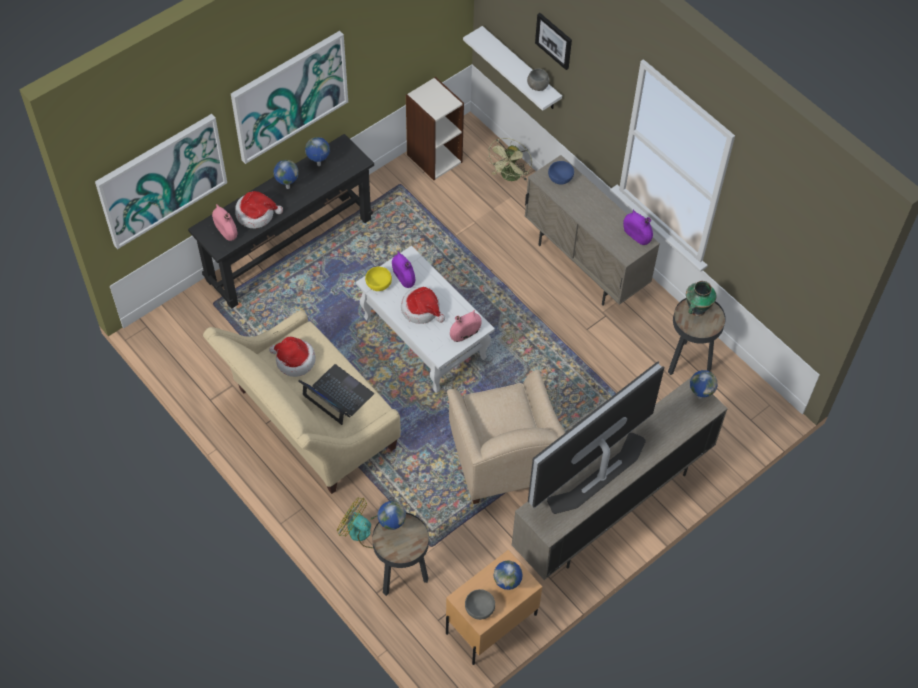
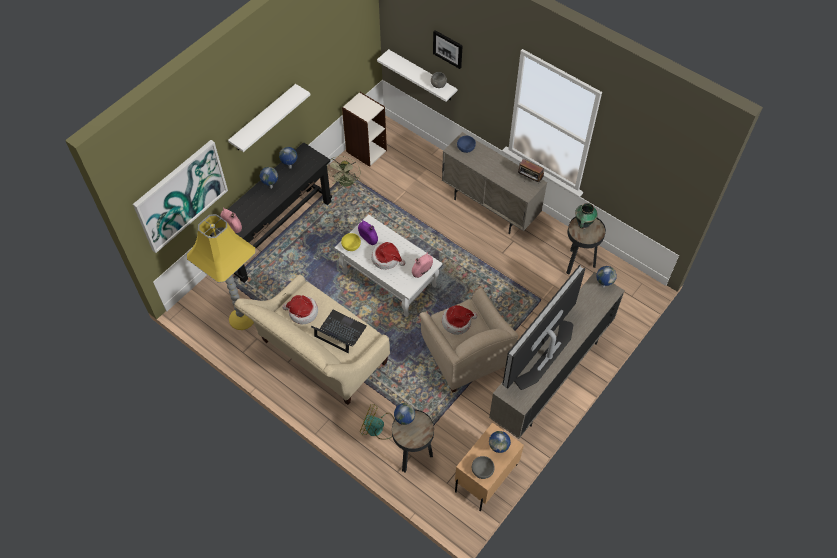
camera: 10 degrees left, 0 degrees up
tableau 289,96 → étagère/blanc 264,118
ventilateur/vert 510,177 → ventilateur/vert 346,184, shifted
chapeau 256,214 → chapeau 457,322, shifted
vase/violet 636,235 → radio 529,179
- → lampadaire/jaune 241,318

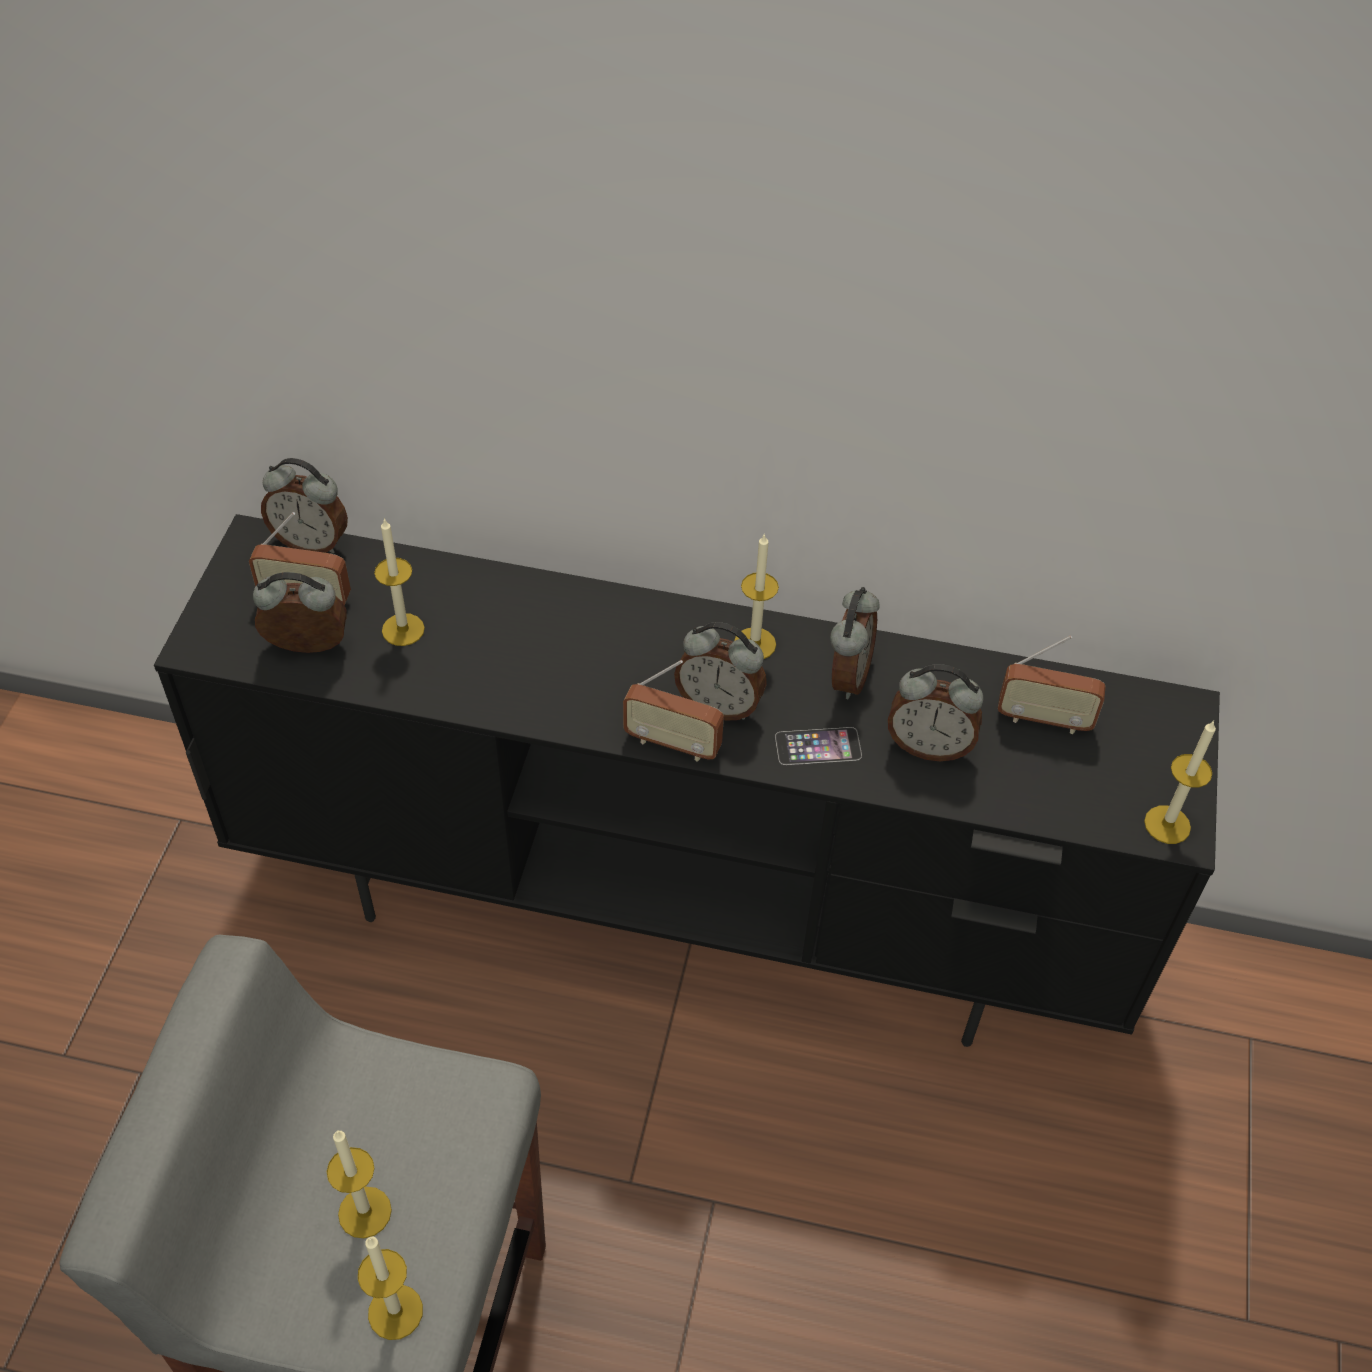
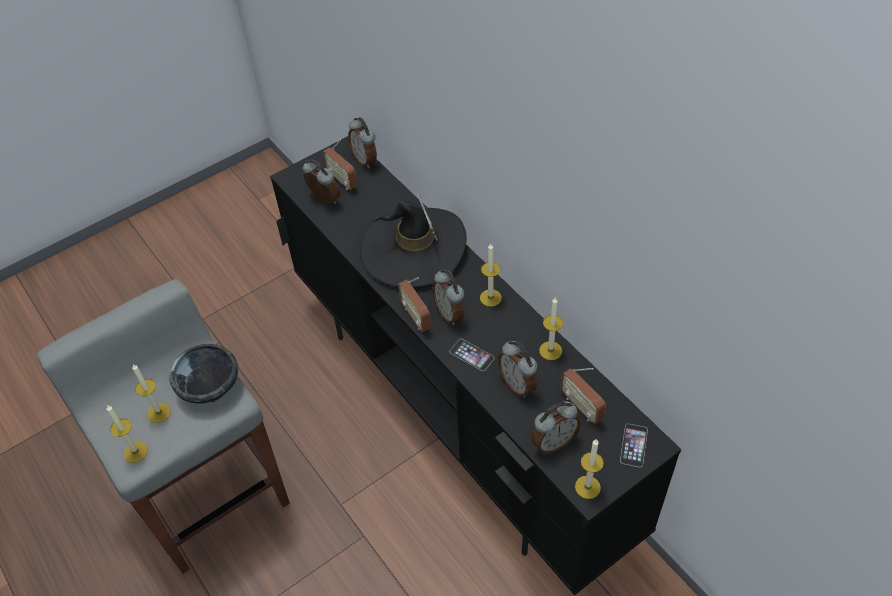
camera: 45 degrees right, 0 degrees up
bougie 403,629 → bougie 550,350, shifted
réveil 847,676 → réveil 553,442, shifted
- → chapeau/noir 413,249
- → bol/noir 209,386
- → téléphone 633,445

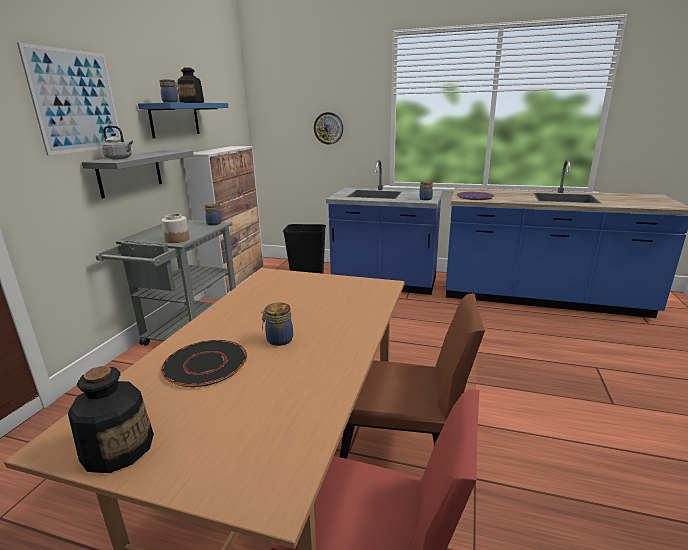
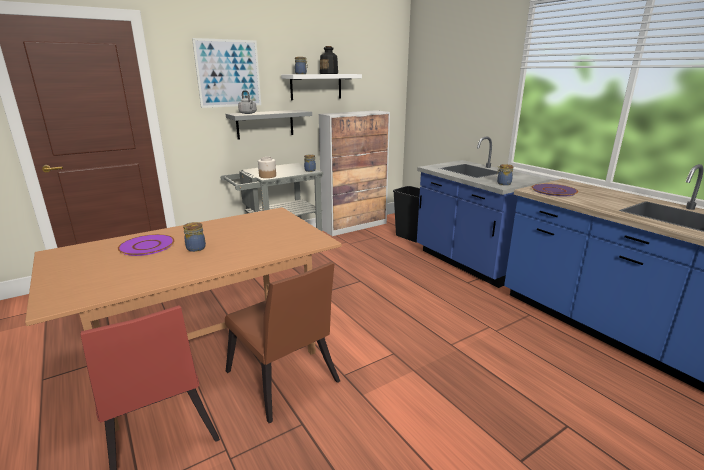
camera: 40 degrees right, 0 degrees up
étagère/bleu 174,119 → étagère/blanc 316,86
horloge murale 328,128 → -
assiette/noir 205,364 → assiette/violet 146,246
bouteille 118,448 → -

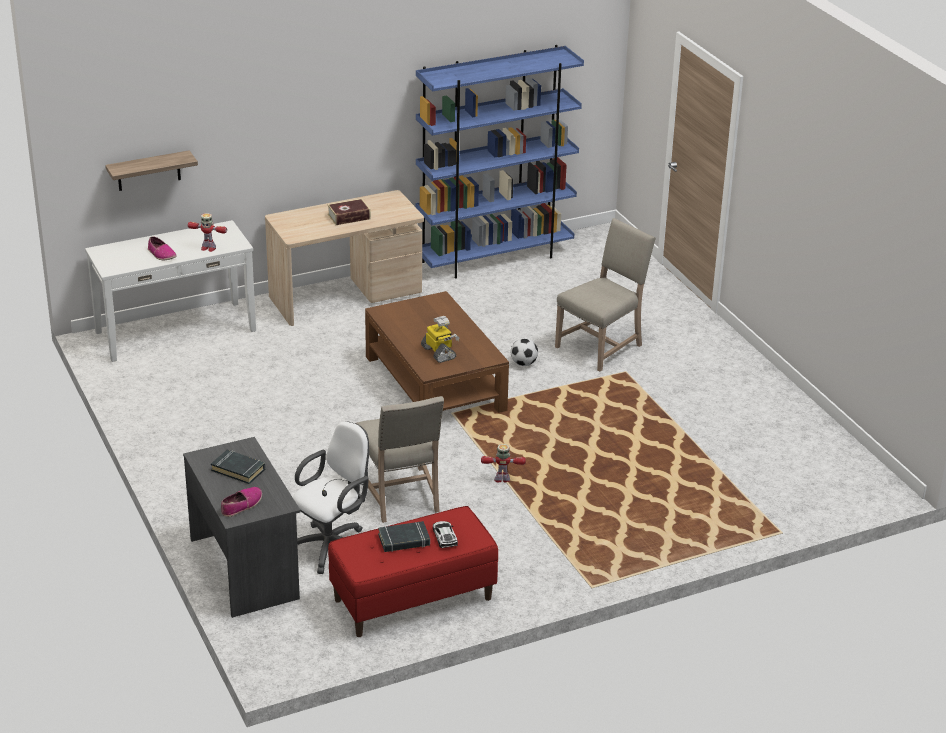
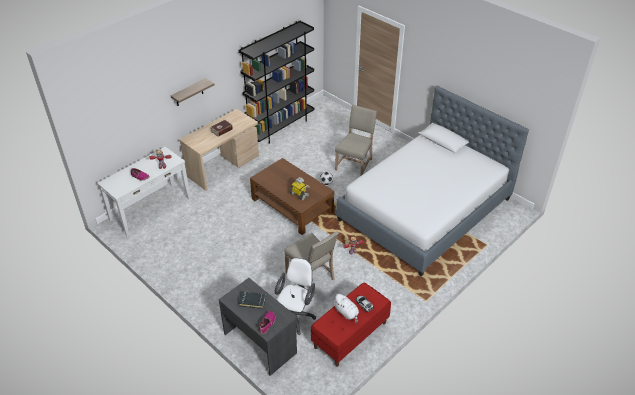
camera: 20 degrees left, 10 degrees up
bibliothèque/bleu 495,258 → bibliothèque/noir 281,127
étagère 148,171 → étagère 189,93, shifted
livre/noir 404,540 → peluche/blanc 346,313
- → lit 425,209

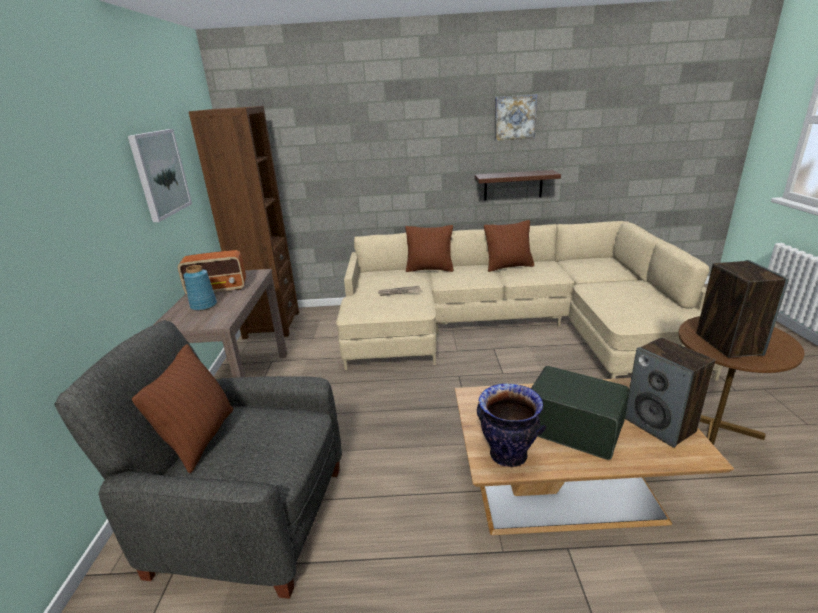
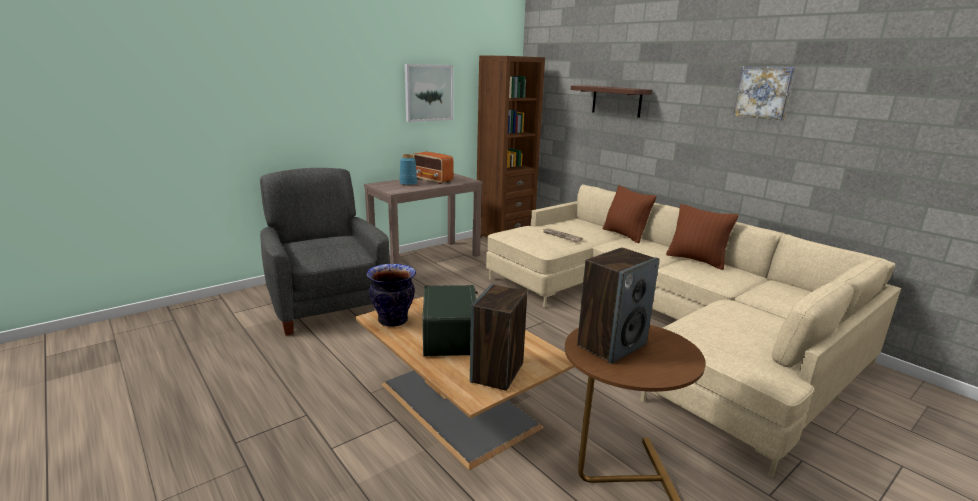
camera: 50 degrees right, 5 degrees down
étagère 513,185 → étagère 616,101, shifted
coussin/marron 201,439 → -

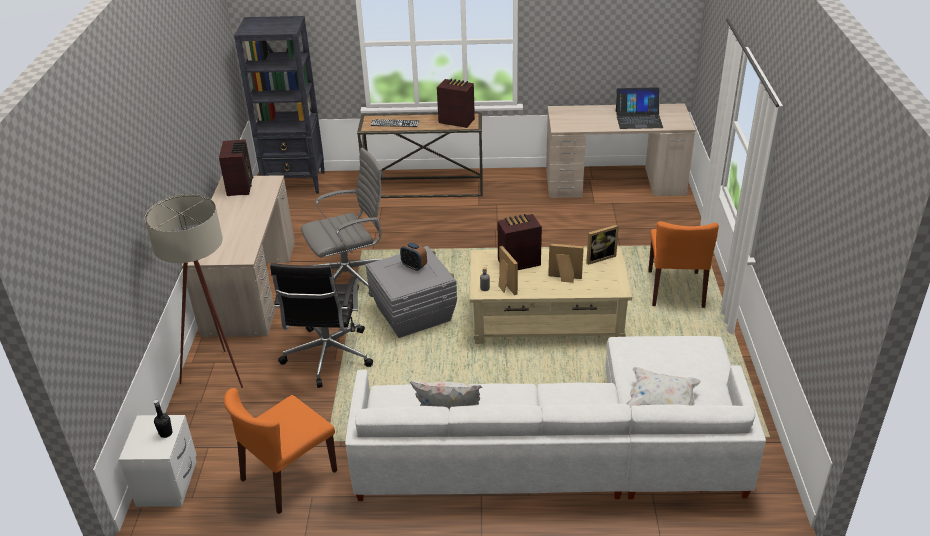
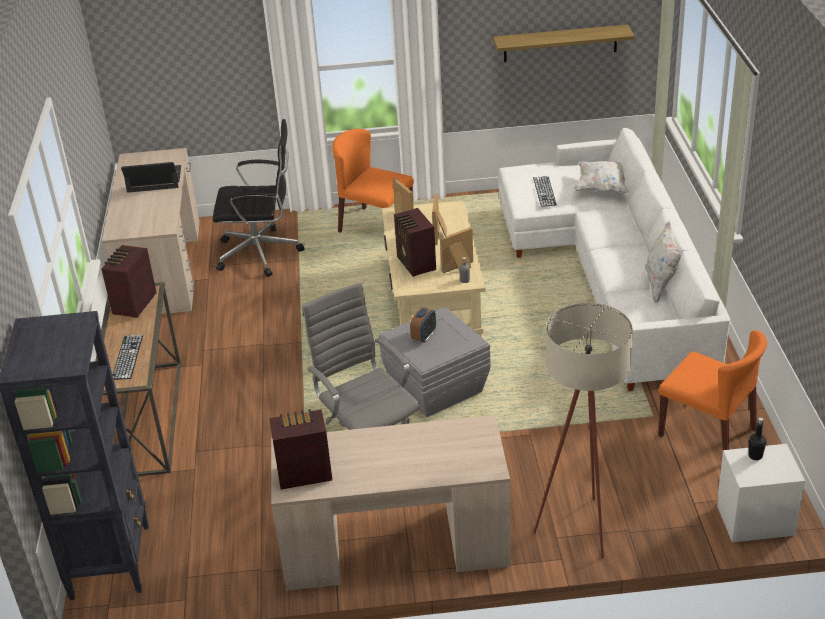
camera: 95 degrees left, 0 degrees up
ordinateur portable 638,119 → ordinateur portable 154,179, 90 degrees counterclockwise
chaise/orange 676,289 → chaise/orange 375,226, 150 degrees counterclockwise
chaise de bureau/noir 327,357 → chaise de bureau/noir 261,253, shifted
- → étagère 560,43
- → clavier 544,191

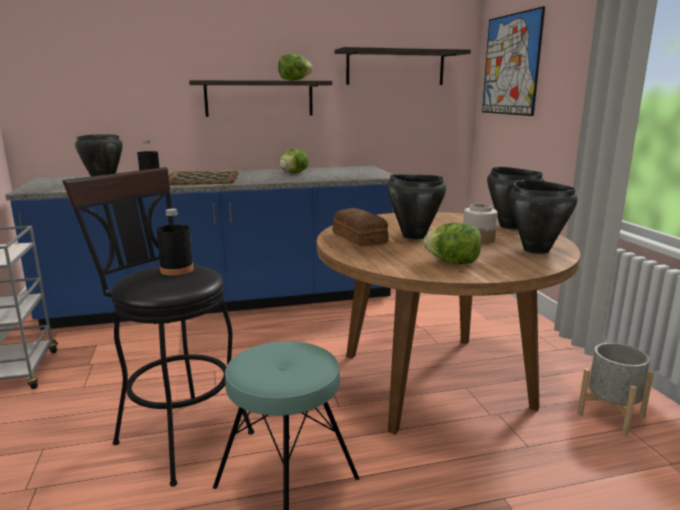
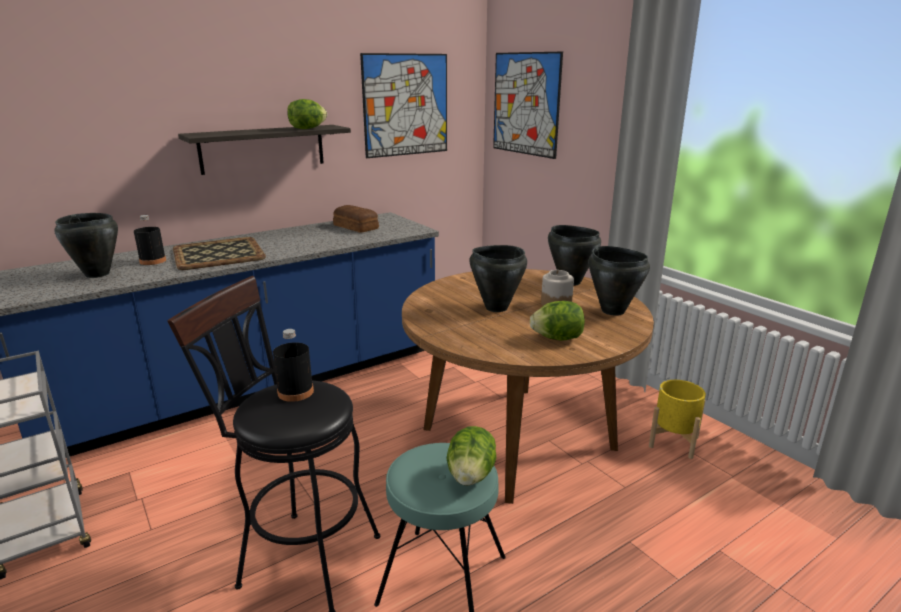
camera: 20 degrees left, 5 degrees up
étagère 395,68 → tableau 406,105
laitue 293,173 → laitue 471,476, shifted
pain 360,237 → pain 356,226, shifted
cache-pot/gris 610,415 → cache-pot/jaune 673,442

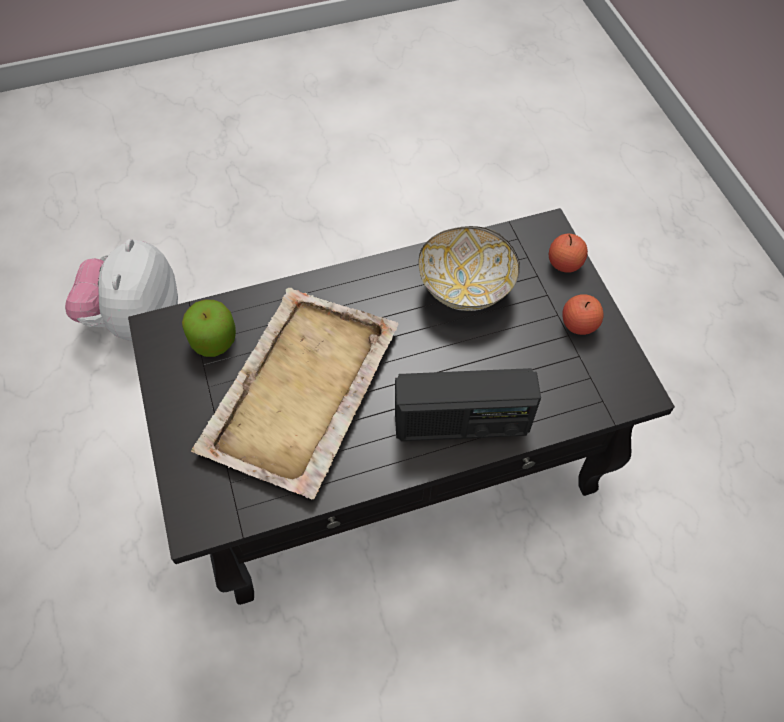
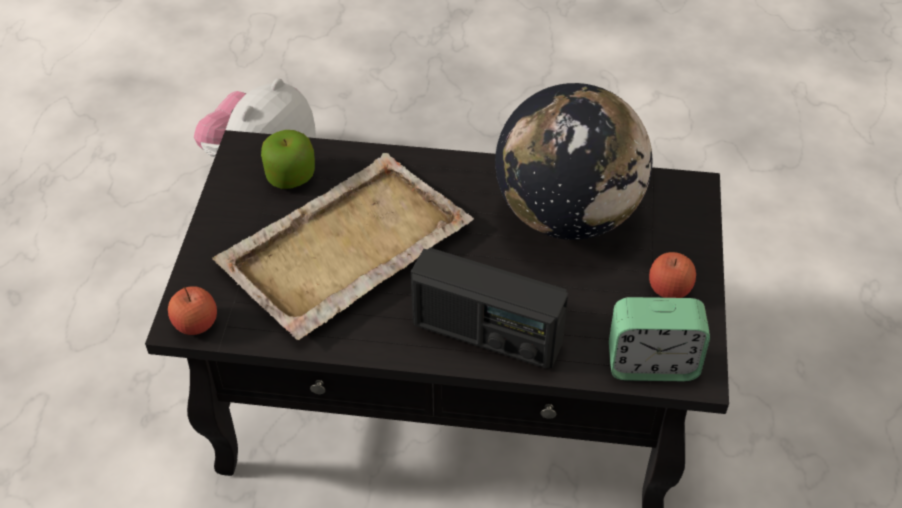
camera: 25 degrees right, 10 degrees down
bol 466,289 → globe 567,215
pomme 564,264 → pomme 196,324, shifted
- → réveil 652,364

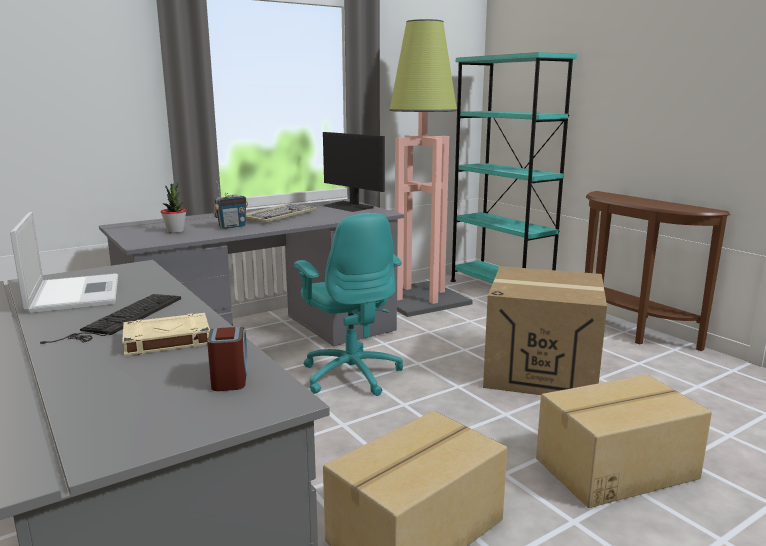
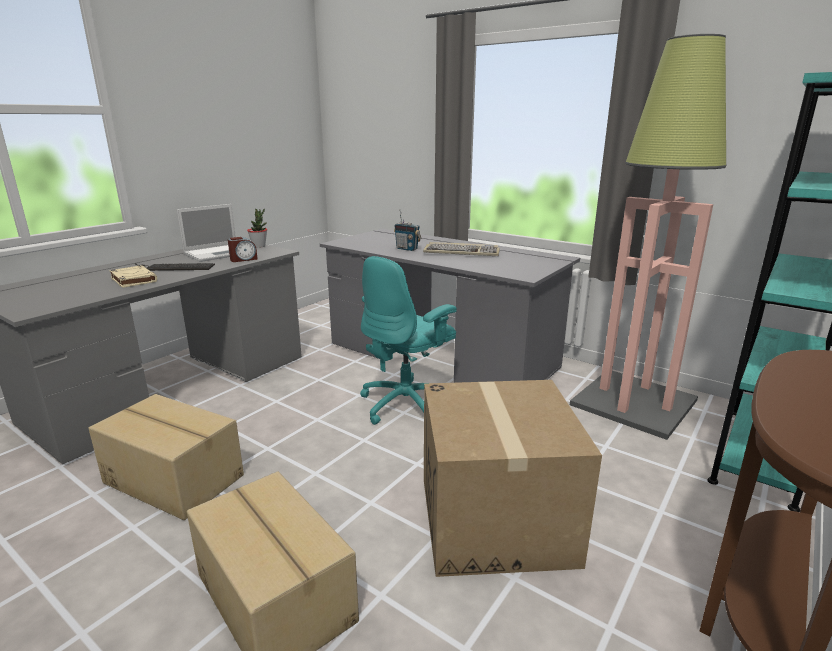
camera: 70 degrees right, 5 degrees up
écran d'ordinateur 349,206 → -
plante en pot 175,231 → plante en pot 259,246, shifted
réveil 230,377 → réveil 243,259, shifted

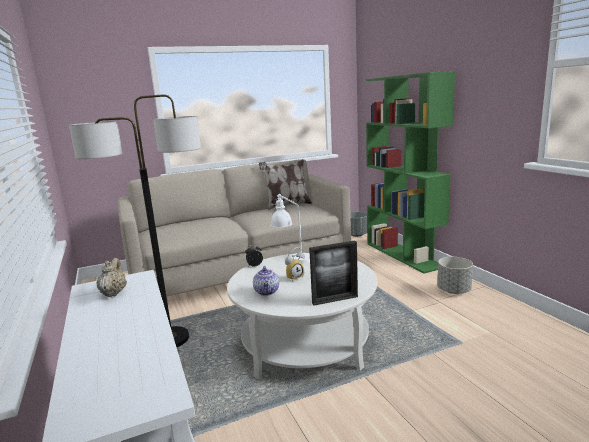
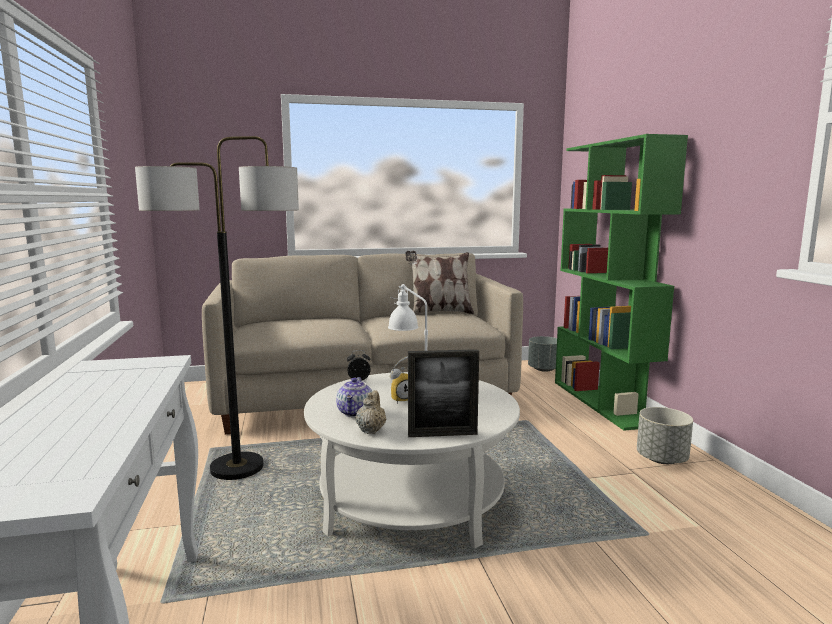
camera: 10 degrees right, 5 degrees down
théière/beige 114,293 → théière/beige 371,430, shifted

